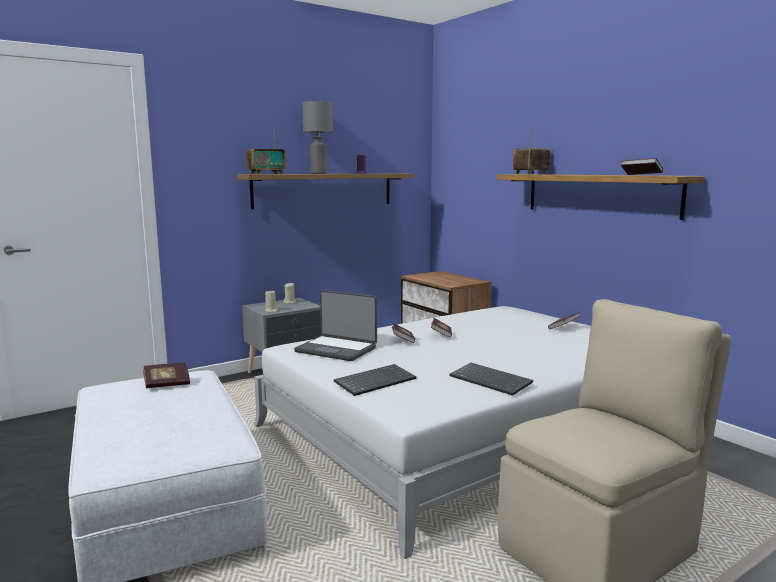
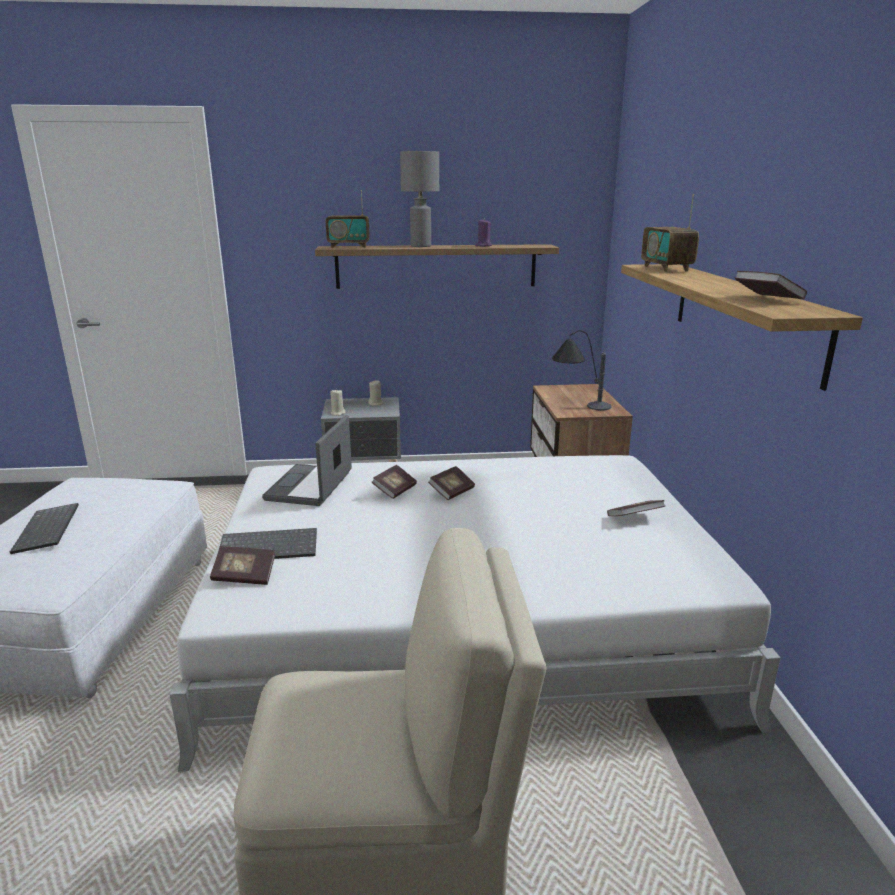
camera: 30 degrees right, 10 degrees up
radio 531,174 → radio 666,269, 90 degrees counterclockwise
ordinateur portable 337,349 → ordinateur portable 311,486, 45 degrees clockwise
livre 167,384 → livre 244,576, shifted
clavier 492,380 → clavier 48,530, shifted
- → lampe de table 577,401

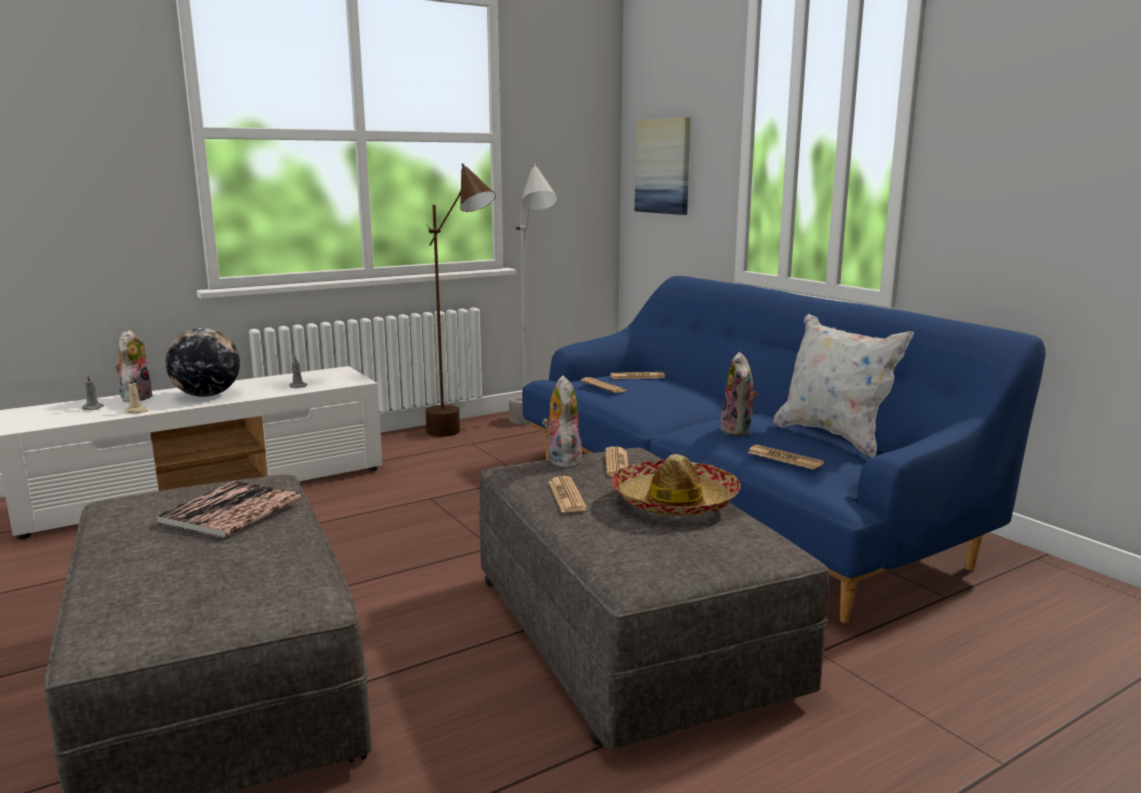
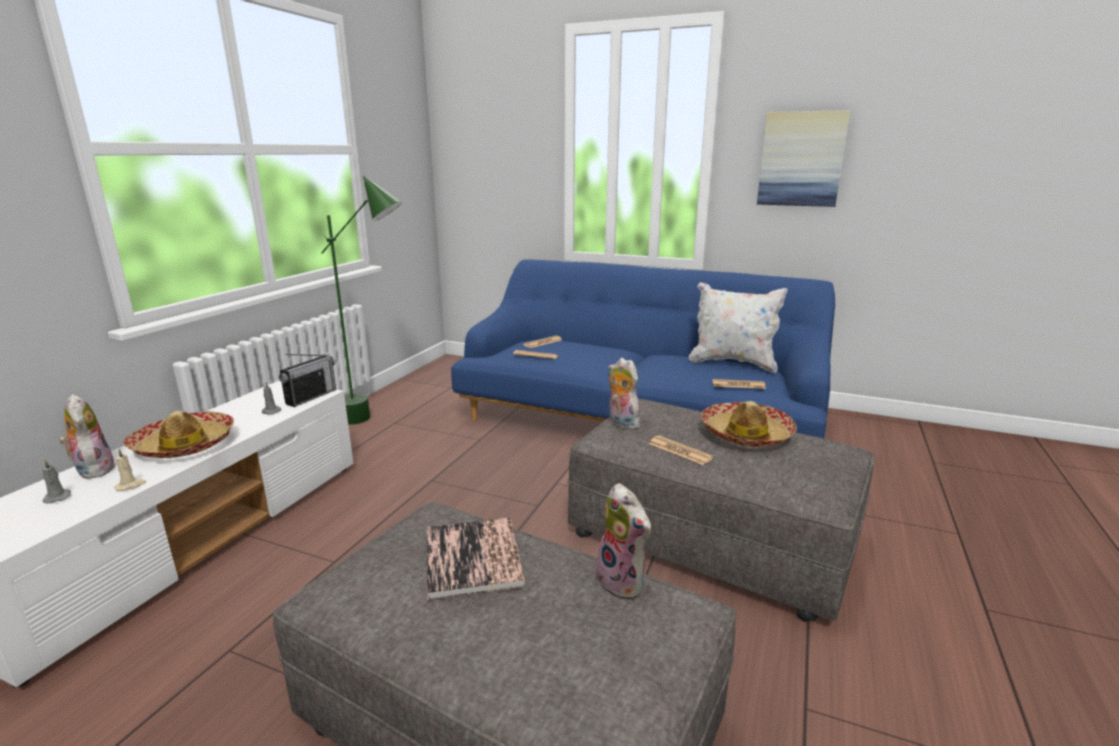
camera: 35 degrees left, 5 degrees up
tableau 663,166 → tableau 801,159, shifted
lampadaire/marron 462,437 → lampadaire/vert 379,419
lampadaire/gris 532,427 → -
globe 207,395 → chapeau 185,445
peluche 738,431 → peluche 624,582, shifted
journal 617,463 → -
- → radio 311,397

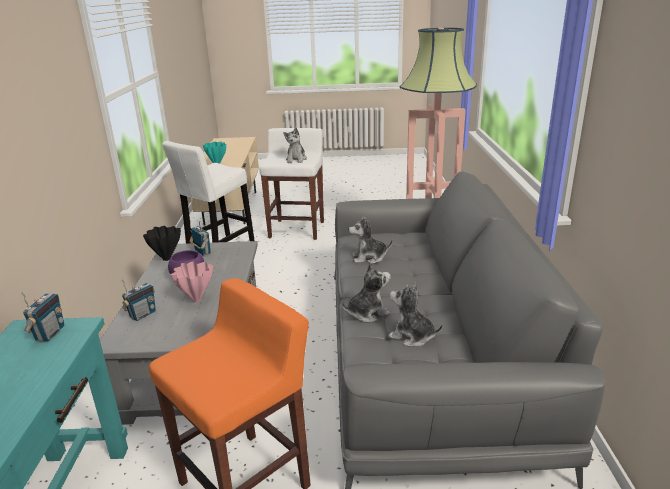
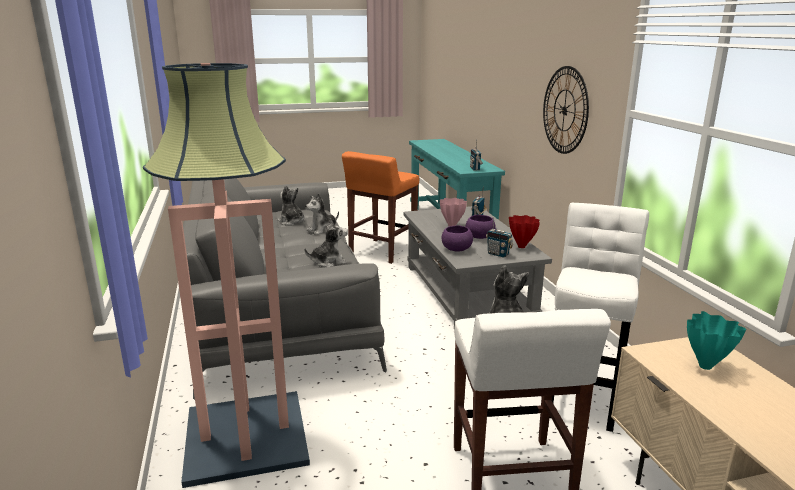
camera: 165 degrees right, 5 degrees down
vase/noir 166,259 → vase/rouge 522,246
peluche 412,336 → peluche 292,222, 150 degrees counterclockwise
- → horloge murale 564,110
- → bol/violet 456,249

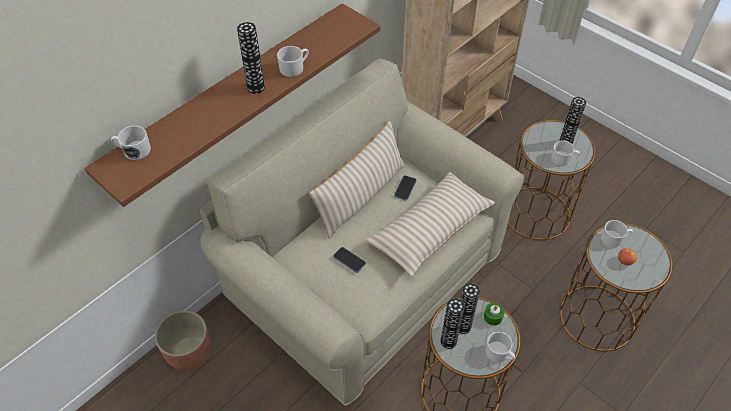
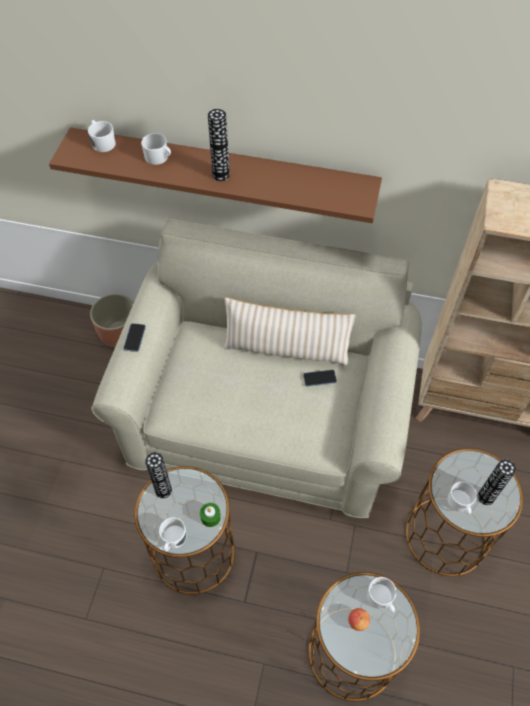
camera: 60 degrees right, 5 degrees up
mug/blanc 294,68 → mug/blanc 159,158, shifted
coussin/beige 430,230 → -
téléphone 349,260 → téléphone 135,338, shifted
vase 462,326 → -

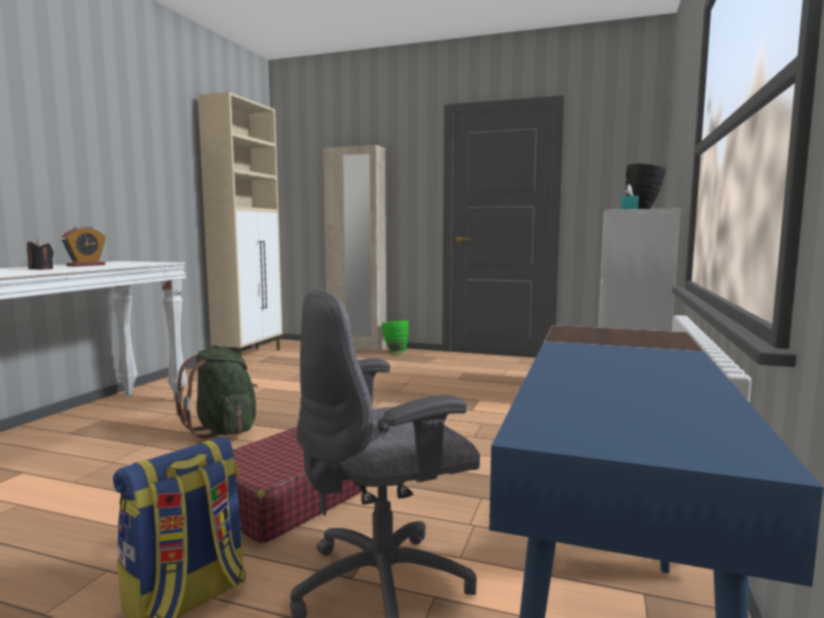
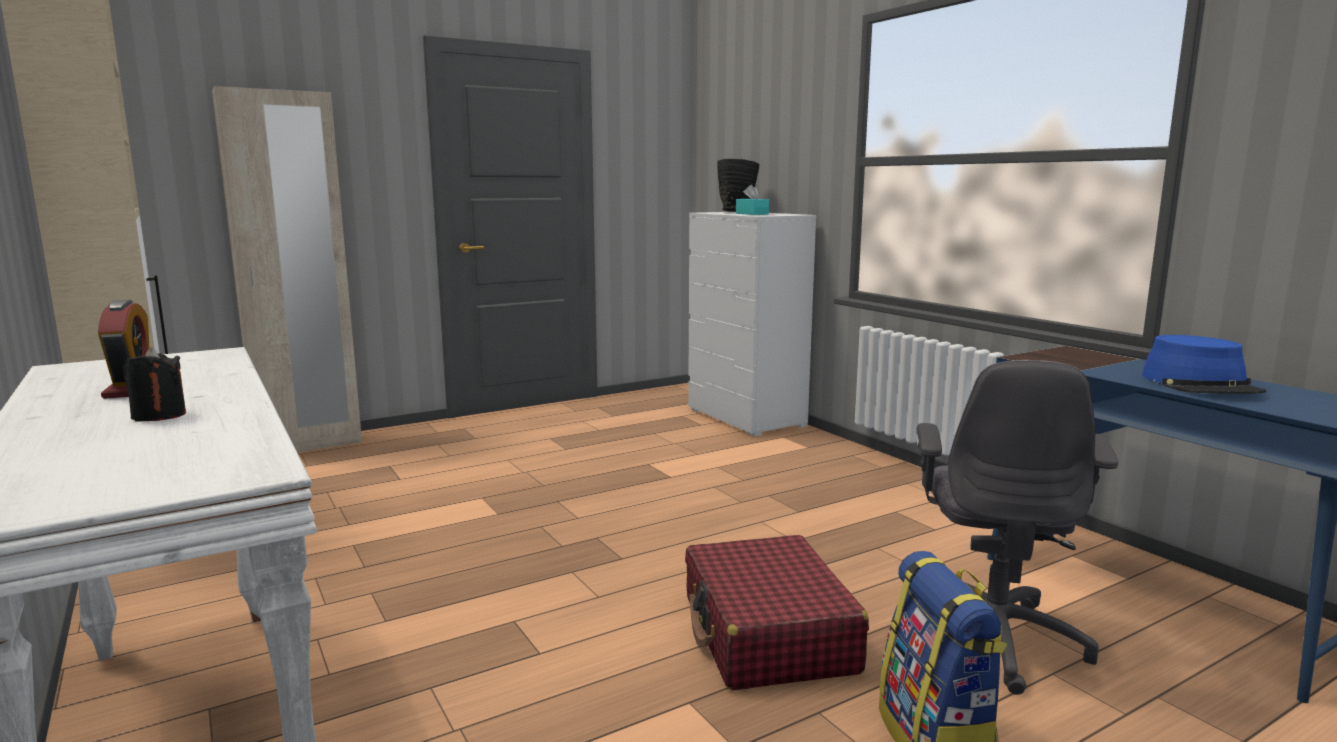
camera: 50 degrees left, 5 degrees up
vase/vert 394,352 → -
sac à dos/vert 224,430 → -
- → chapeau/bleu 1200,385

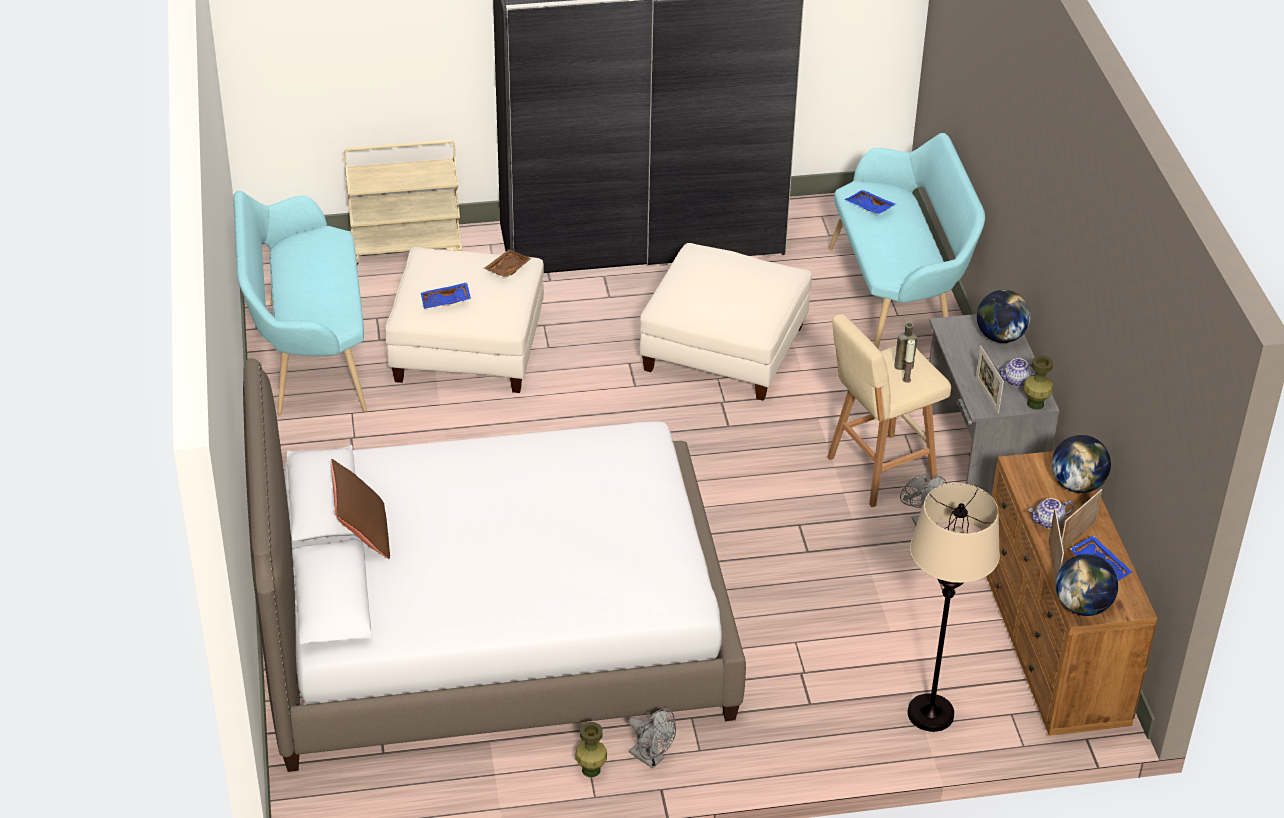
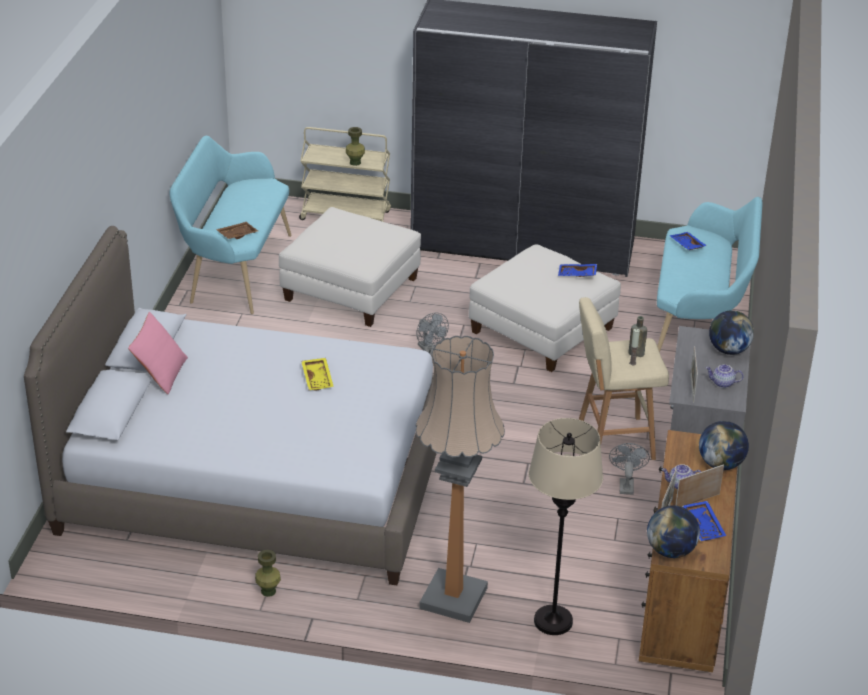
camera: 20 degrees right, 5 degrees down
plateau/marron 507,268 → plateau/marron 237,234, shifted
plateau/bleu 446,302 → plateau/bleu 577,275, shifted
vase/vert 1035,404 → vase/vert 355,162, shifted
coussin/marron 362,533 → coussin/rose 160,373
ventilateur/gris 651,758 → ventilateur/gris 430,350, shifted
- → lampadaire 453,598
- → plateau/jaune 318,379

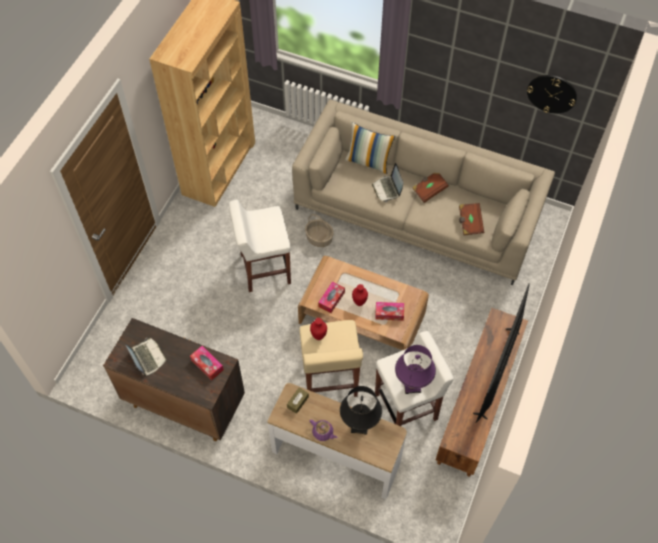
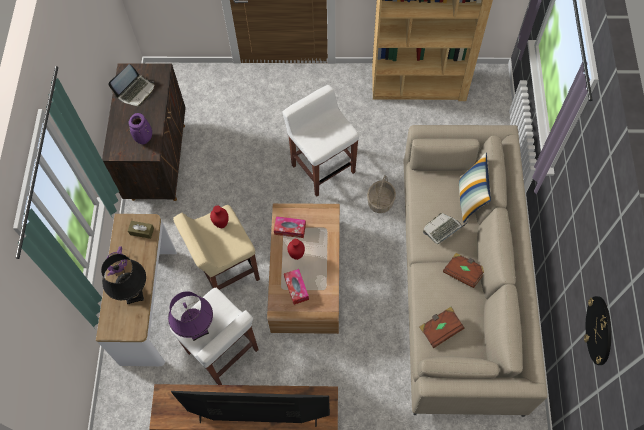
camera: 70 degrees right, 5 degrees up
boîte à mouchoirs 207,365 → vase/violet 144,139

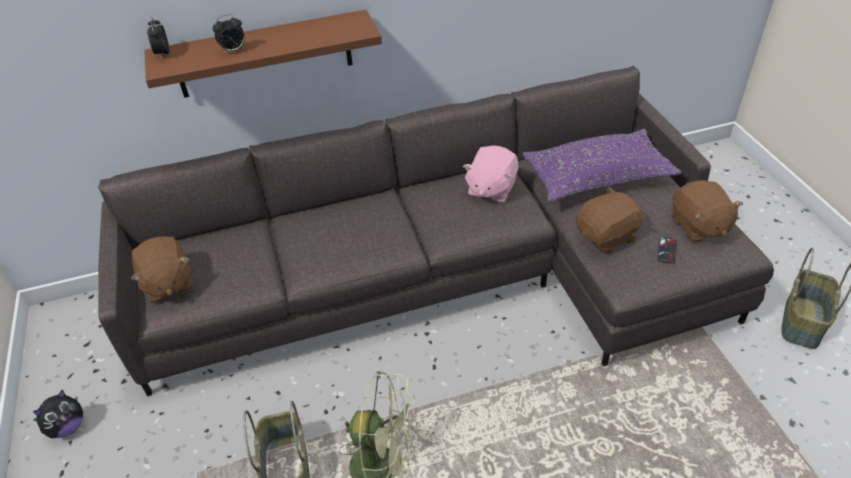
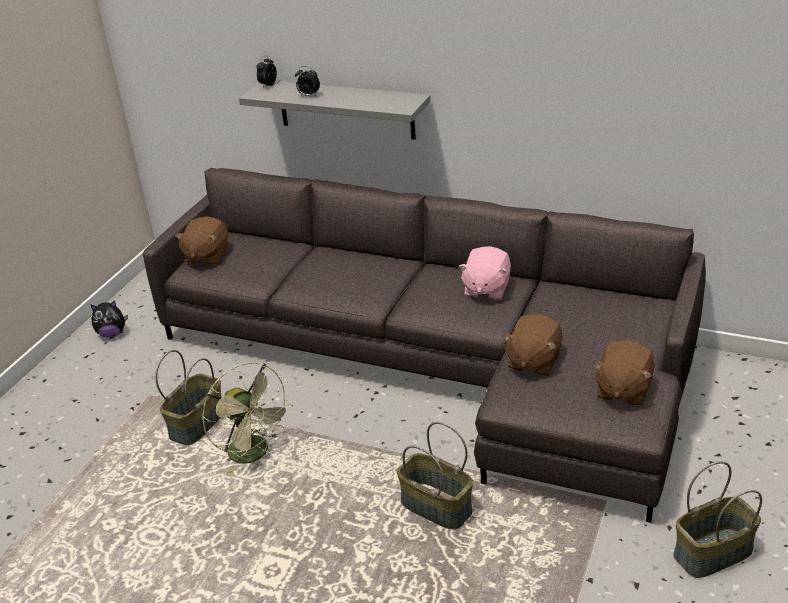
camera: 40 degrees right, 10 degrees down
étagère/marron 264,55 → étagère/gris 346,109
coussin/violet 597,177 → -
peluche/rose 491,189 → peluche/rose 486,289, 45 degrees counterclockwise
peluche/marron 607,236 → peluche/marron 533,362, 105 degrees clockwise
téléphone 667,250 → -
- → panier 435,507

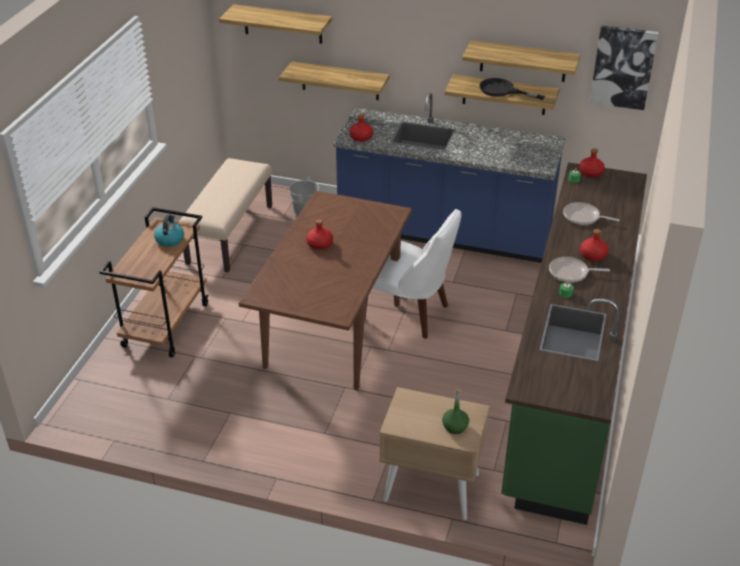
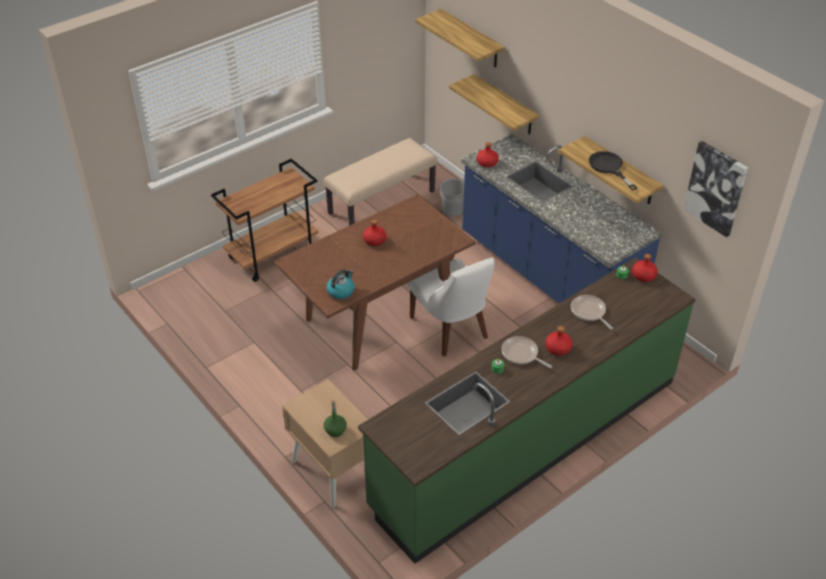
camera: 35 degrees right, 5 degrees up
étagère 523,61 → -
bouilloire 170,239 → bouilloire 341,291, shifted

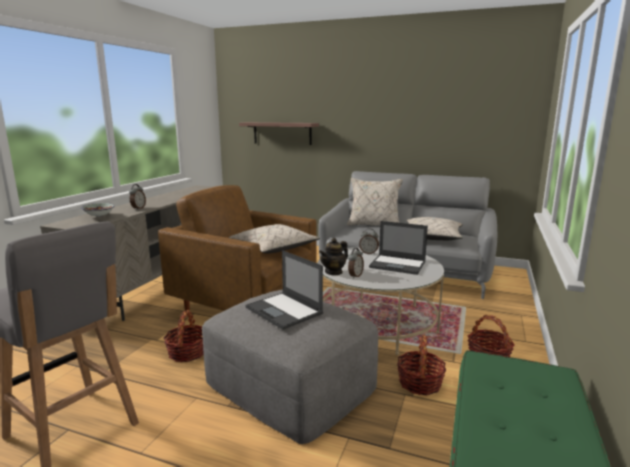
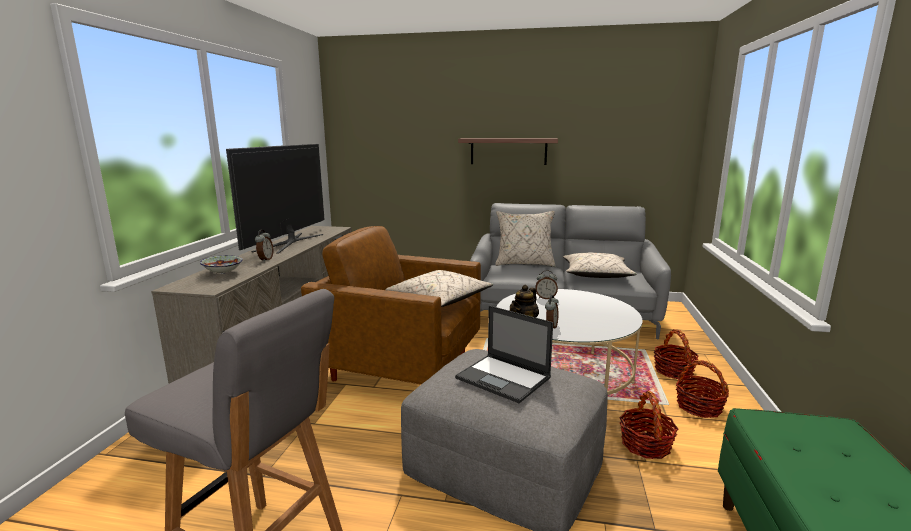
camera: 10 degrees left, 0 degrees up
étagère 282,133 → étagère 508,151, shifted
ordinateur portable 398,265 → -
panier 187,352 → panier 673,371, shifted
- → téléviseur 289,242

